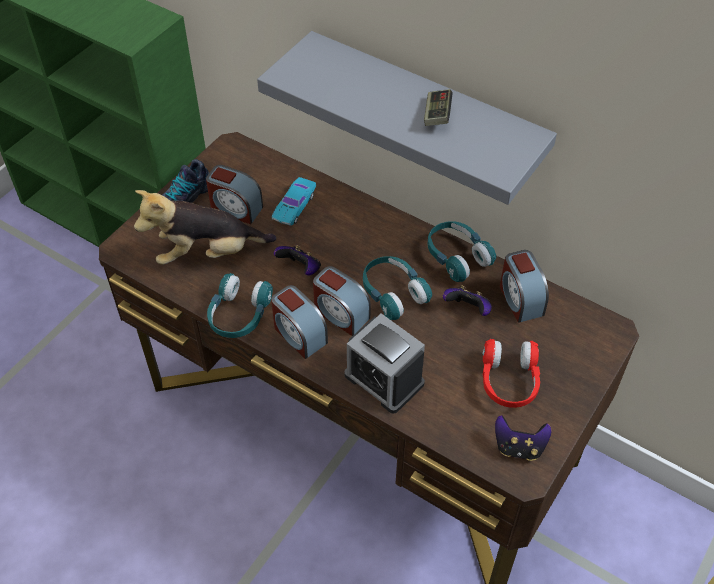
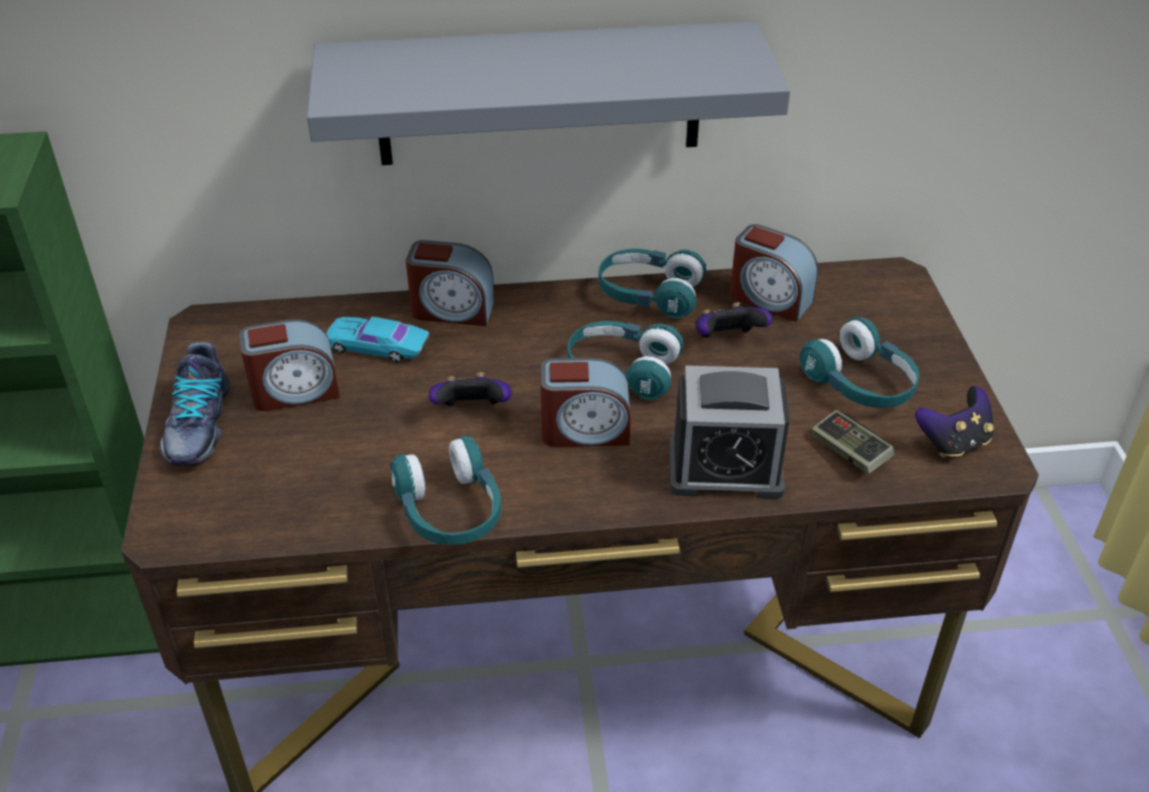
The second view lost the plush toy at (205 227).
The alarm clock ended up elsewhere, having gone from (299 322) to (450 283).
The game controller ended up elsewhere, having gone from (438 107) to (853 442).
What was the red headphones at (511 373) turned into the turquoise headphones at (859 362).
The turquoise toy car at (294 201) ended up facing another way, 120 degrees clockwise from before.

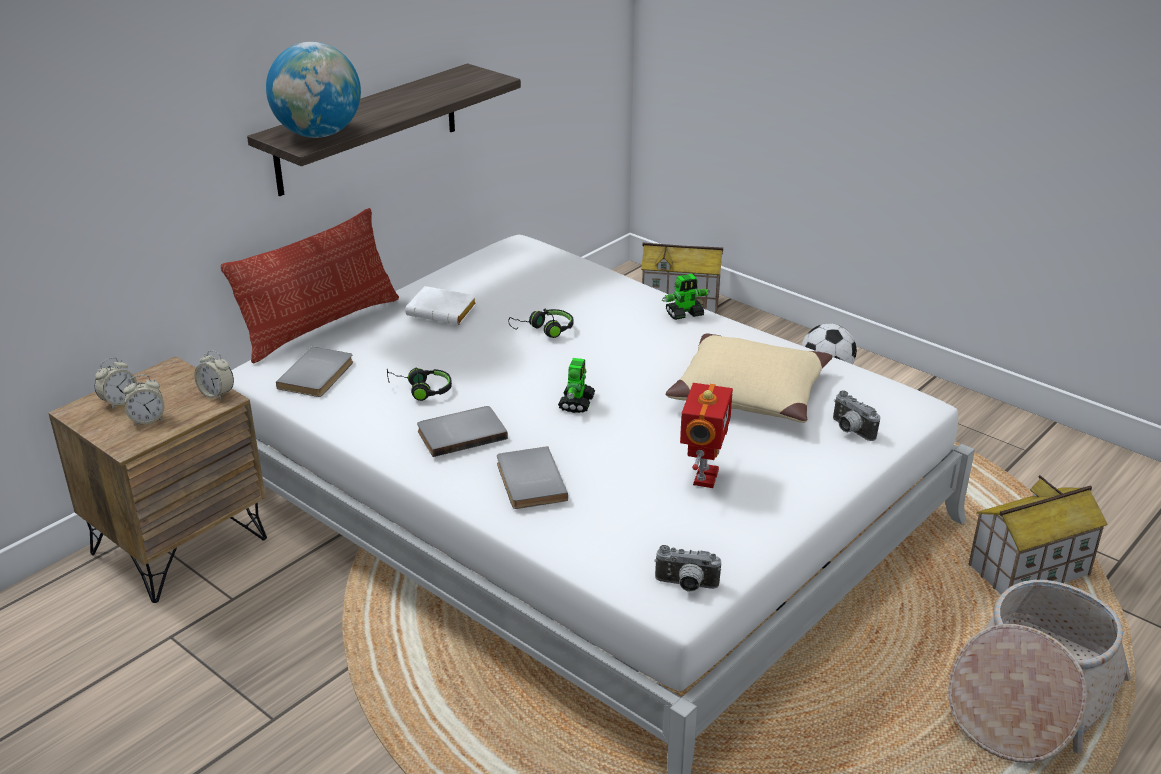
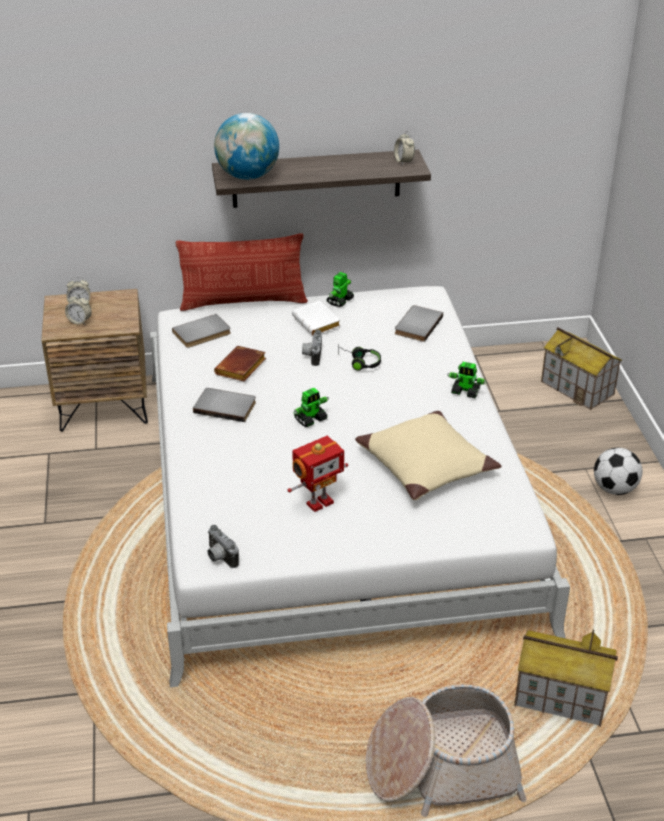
The second view gained the toy robot at (340 289).
The alarm clock ended up elsewhere, having gone from (214 375) to (404 148).
The grey book ended up elsewhere, having gone from (532 477) to (419 323).
The photo camera ended up elsewhere, having gone from (856 416) to (312 348).
Where the black headphones stood at (419 384), the brown book came to stand at (240 363).

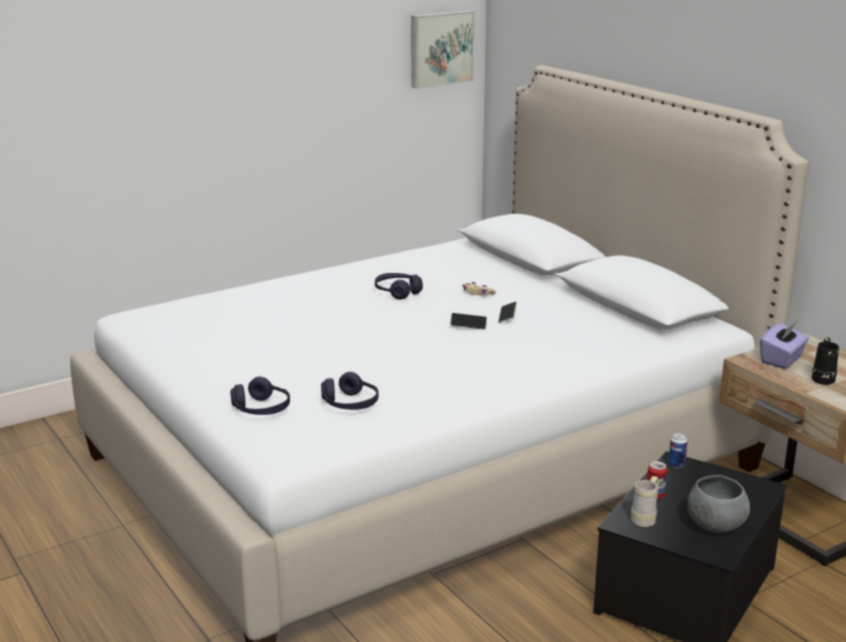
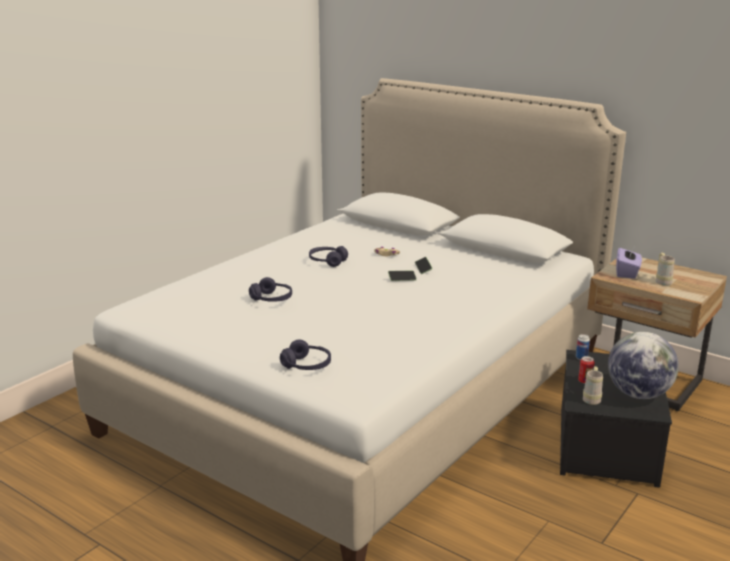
The second view lost the picture at (443 49).
The purple headphones ended up elsewhere, having gone from (350 391) to (270 289).
Where the grey bowl stood at (719 503), the globe came to stand at (643 365).
What was the black mug at (825 361) turned into the beige mug at (665 269).

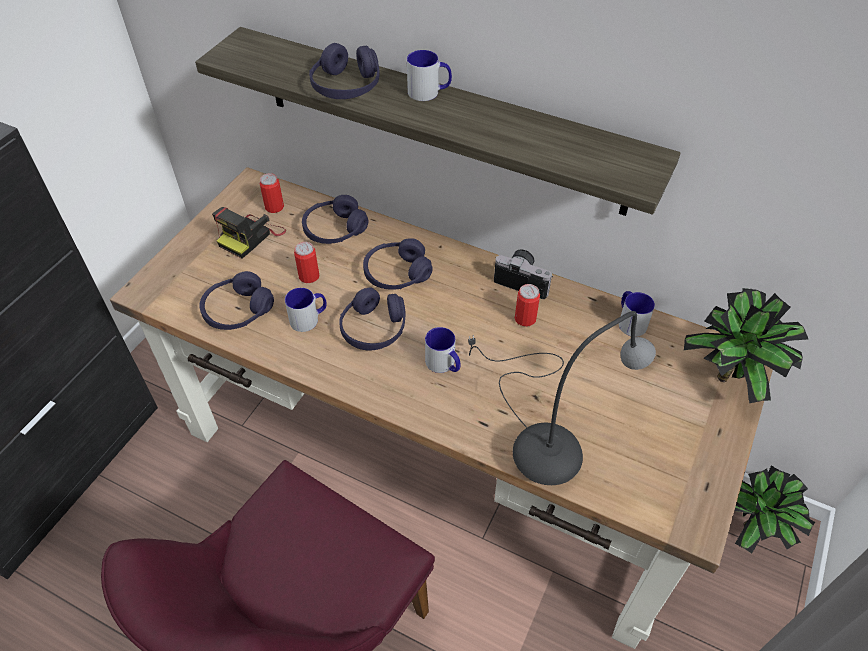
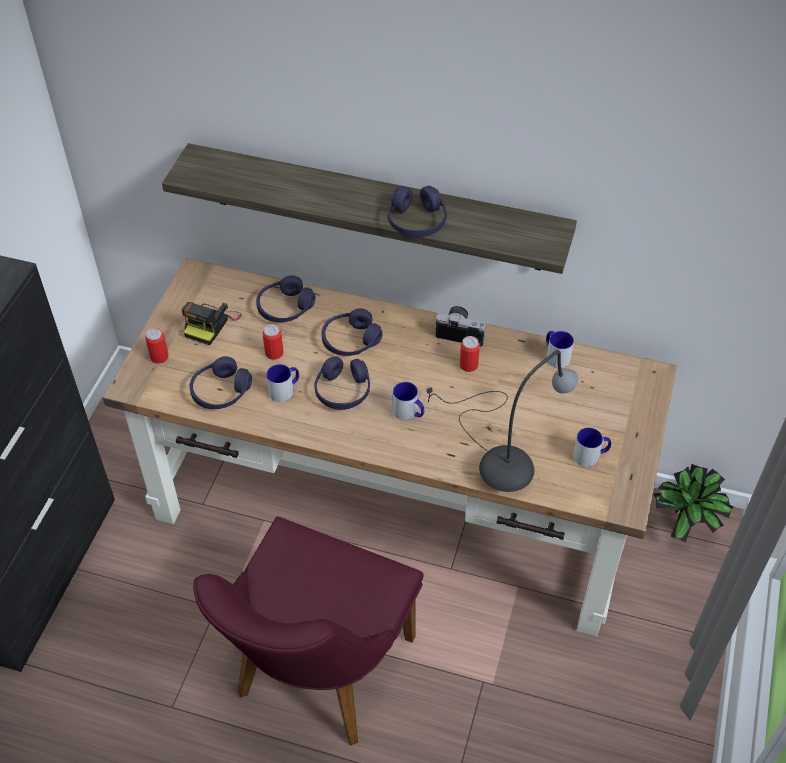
The second view lost the potted plant at (746 345).
The can ended up elsewhere, having gone from (271 193) to (157 346).
The purple headphones ended up elsewhere, having gone from (344 71) to (417 212).
The mug ended up elsewhere, having gone from (429 75) to (592 447).

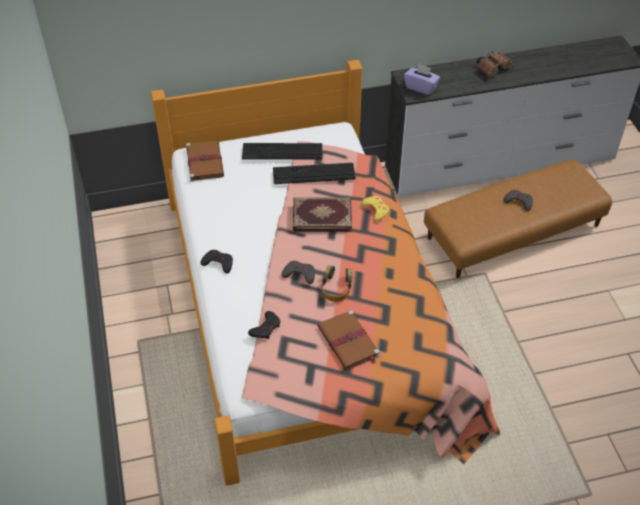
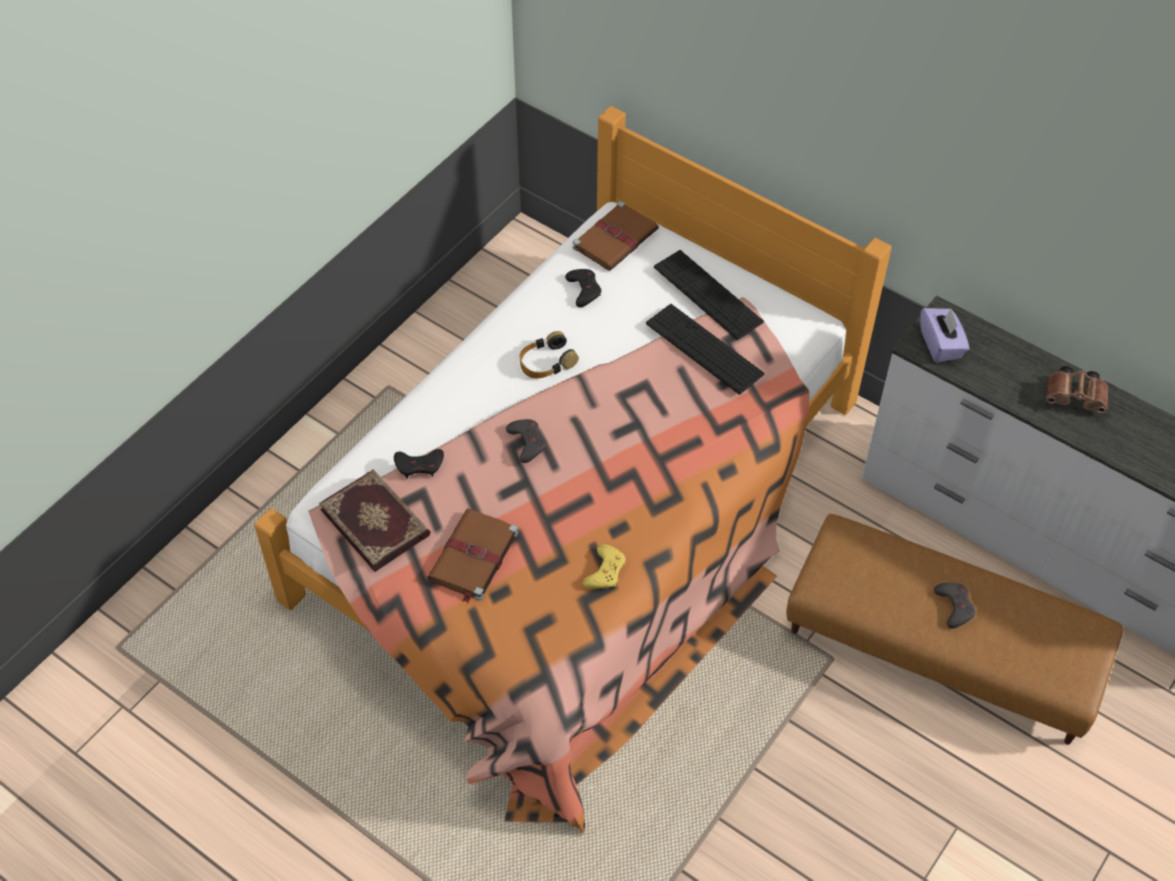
The black game controller ended up elsewhere, having gone from (216 261) to (583 288).
The book ended up elsewhere, having gone from (322 215) to (375 520).
The headphones ended up elsewhere, having gone from (336 283) to (549 355).
The yellow game controller ended up elsewhere, having gone from (375 209) to (604 566).

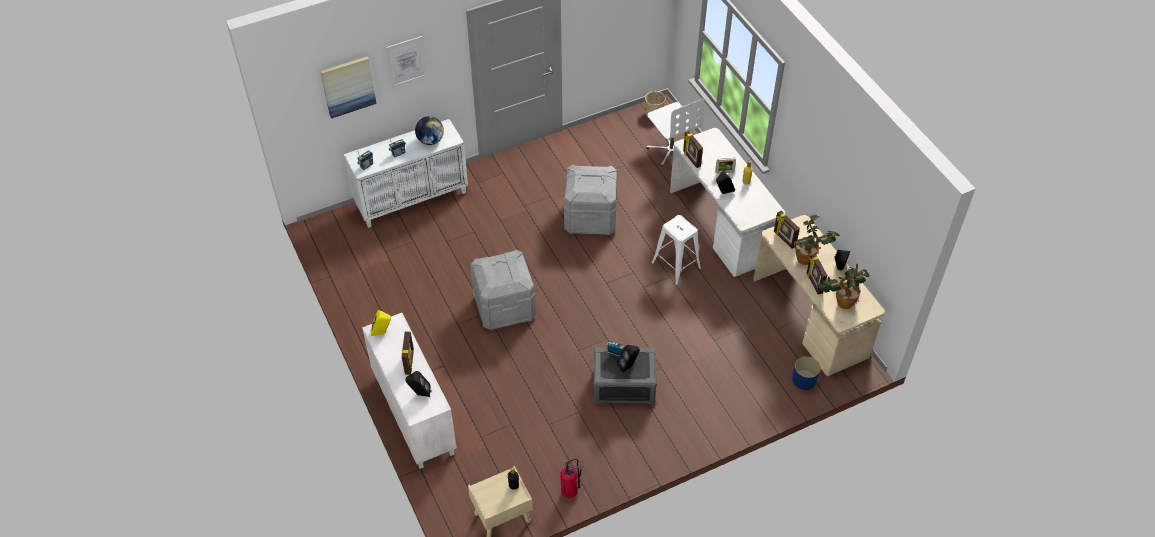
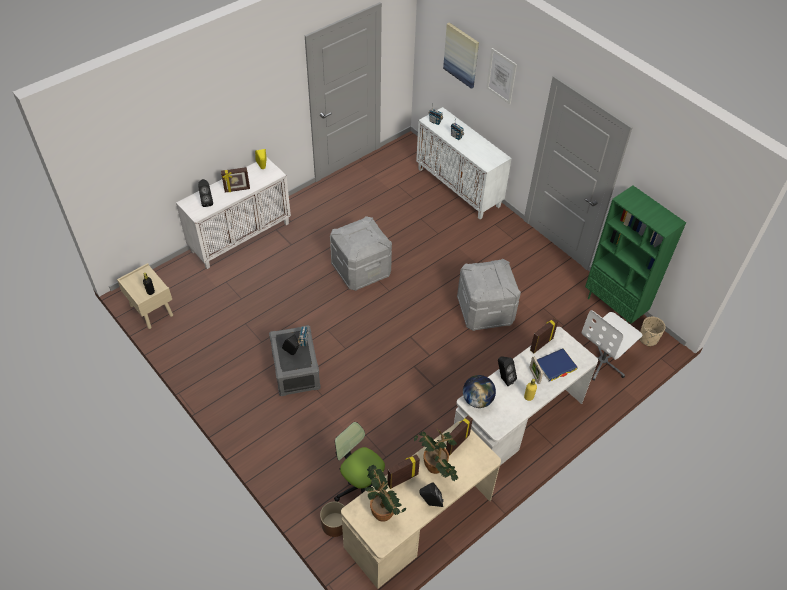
The second view lost the fire extinguisher at (571 478).
The second view lost the white stool at (676 250).
The second view gained the office chair at (359 462).
The second view gained the blue book at (557 365).
The second view gained the green bookcase at (635 255).
The globe ended up elsewhere, having gone from (429 130) to (479 391).
What was the blue planter at (806 373) turned into the brown planter at (332 519).

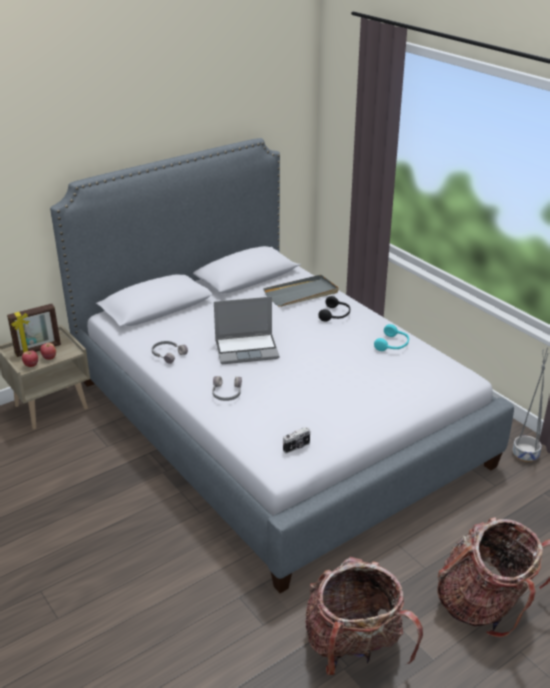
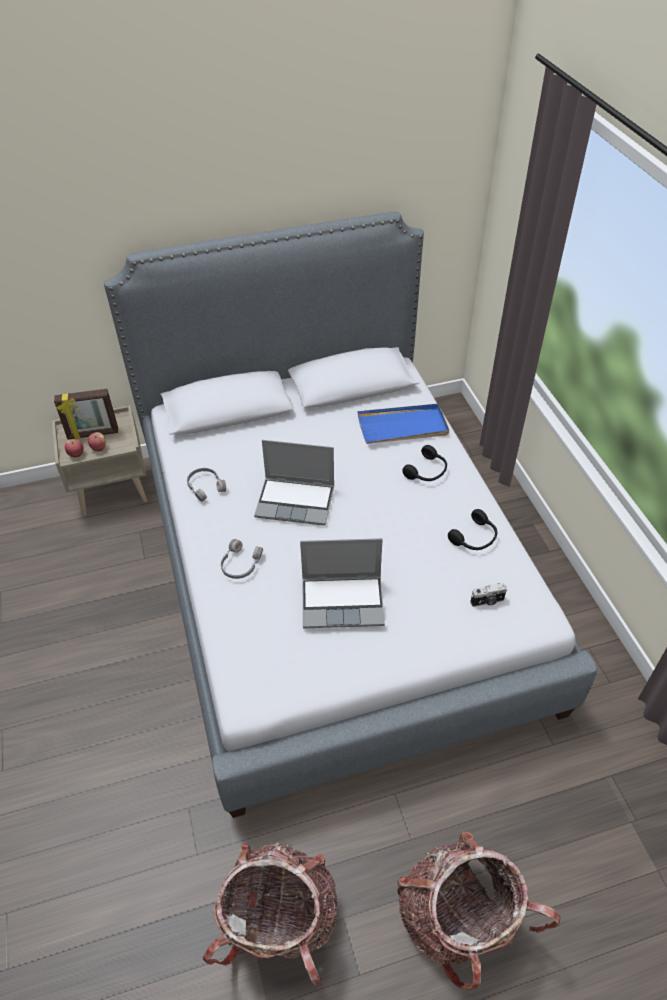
The second view lost the grey planter at (530 405).
The second view gained the laptop at (342 583).
The photo camera ended up elsewhere, having gone from (297 440) to (488 595).
What was the grey tray at (301 291) turned into the blue tray at (403 424).
What was the turquoise headphones at (391 337) turned into the black headphones at (472 529).

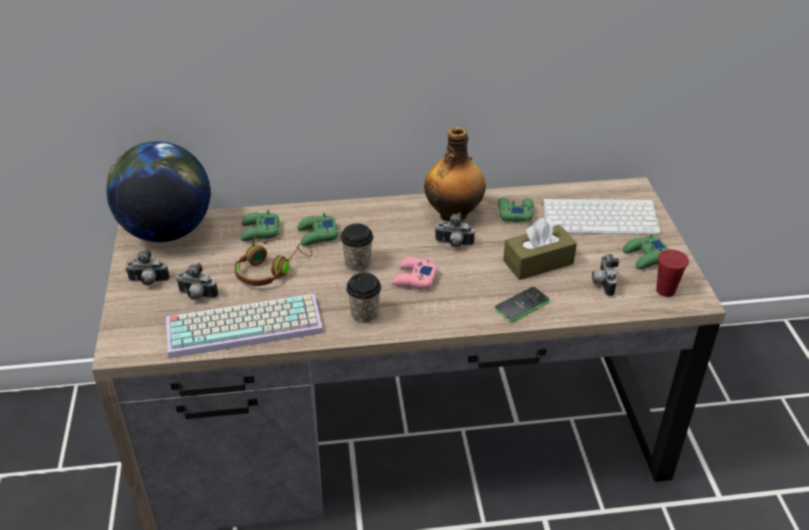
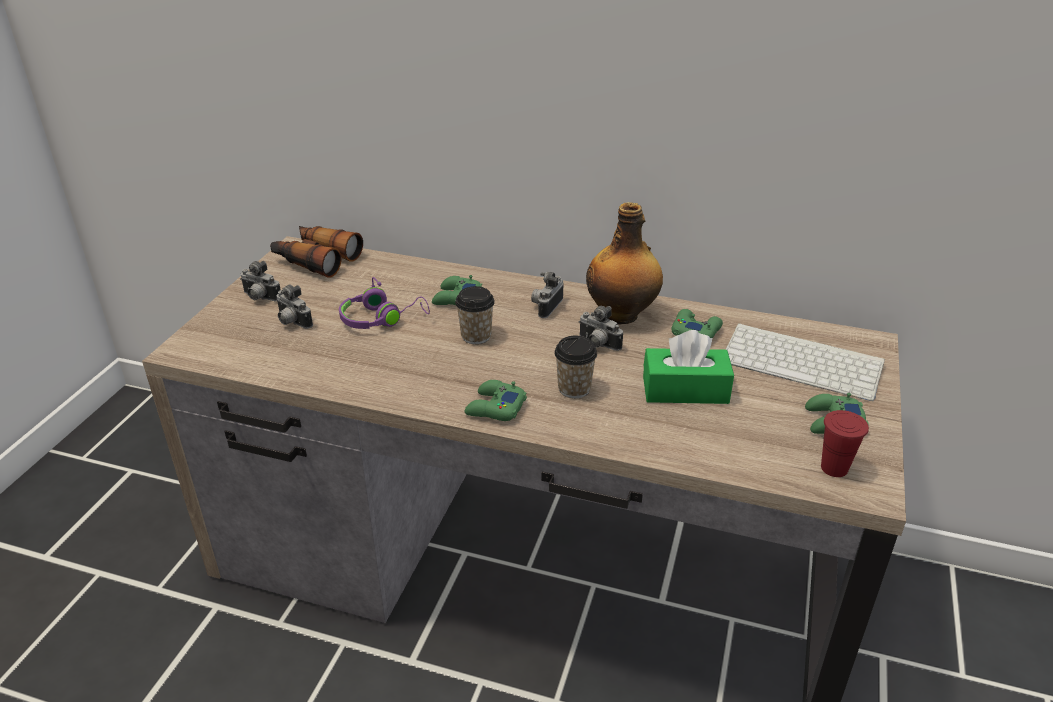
The second view lost the keyboard at (245 326).
The second view lost the pink game controller at (415 273).
The second view lost the phone at (522 304).
The green game controller ended up elsewhere, having gone from (260 225) to (495 400).
The cup ended up elsewhere, having gone from (363 298) to (575 367).
The photo camera ended up elsewhere, having gone from (605 275) to (547 295).
Where the globe stood at (158 191), the binoculars came to stand at (316 252).
What was the brown headphones at (273 262) turned into the purple headphones at (384 303).
What was the brown tissue box at (540 249) turned into the green tissue box at (688 367).

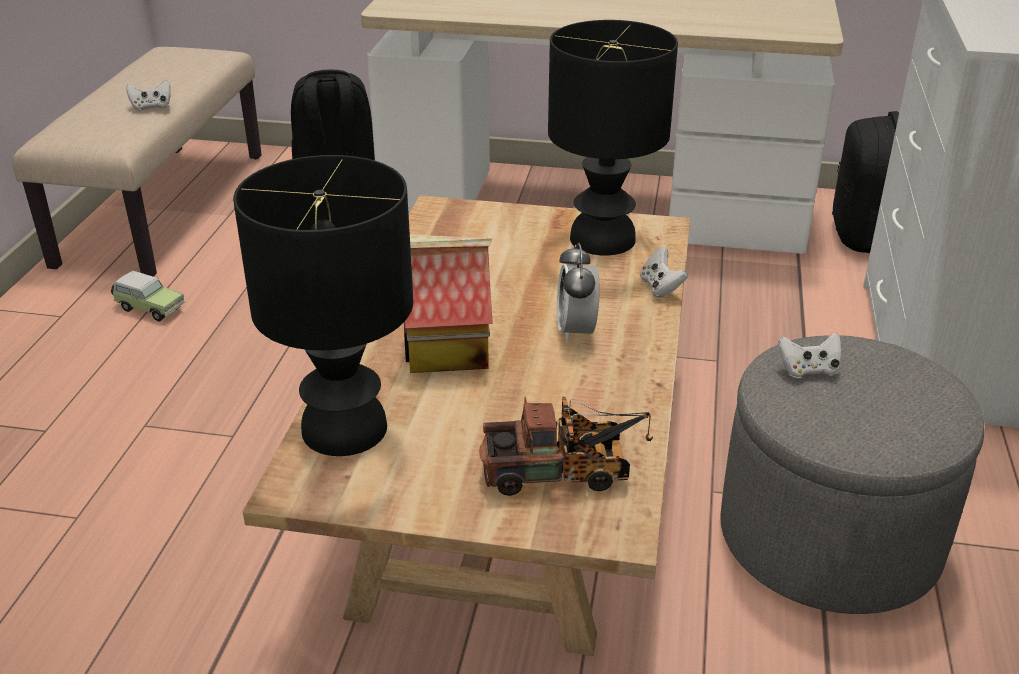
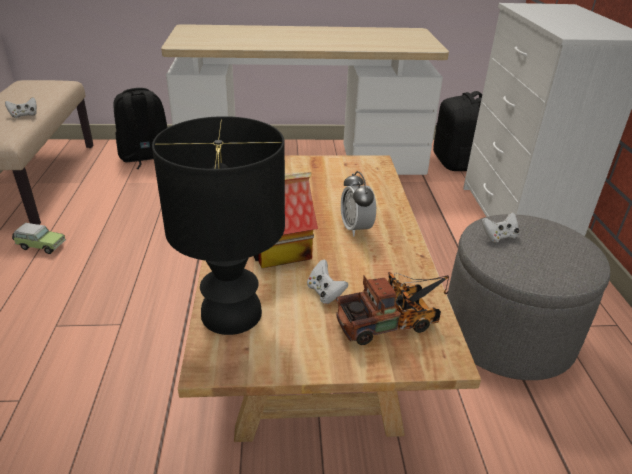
The second view lost the black table lamp at (613 138).
The white game controller ended up elsewhere, having gone from (664 272) to (327 281).

